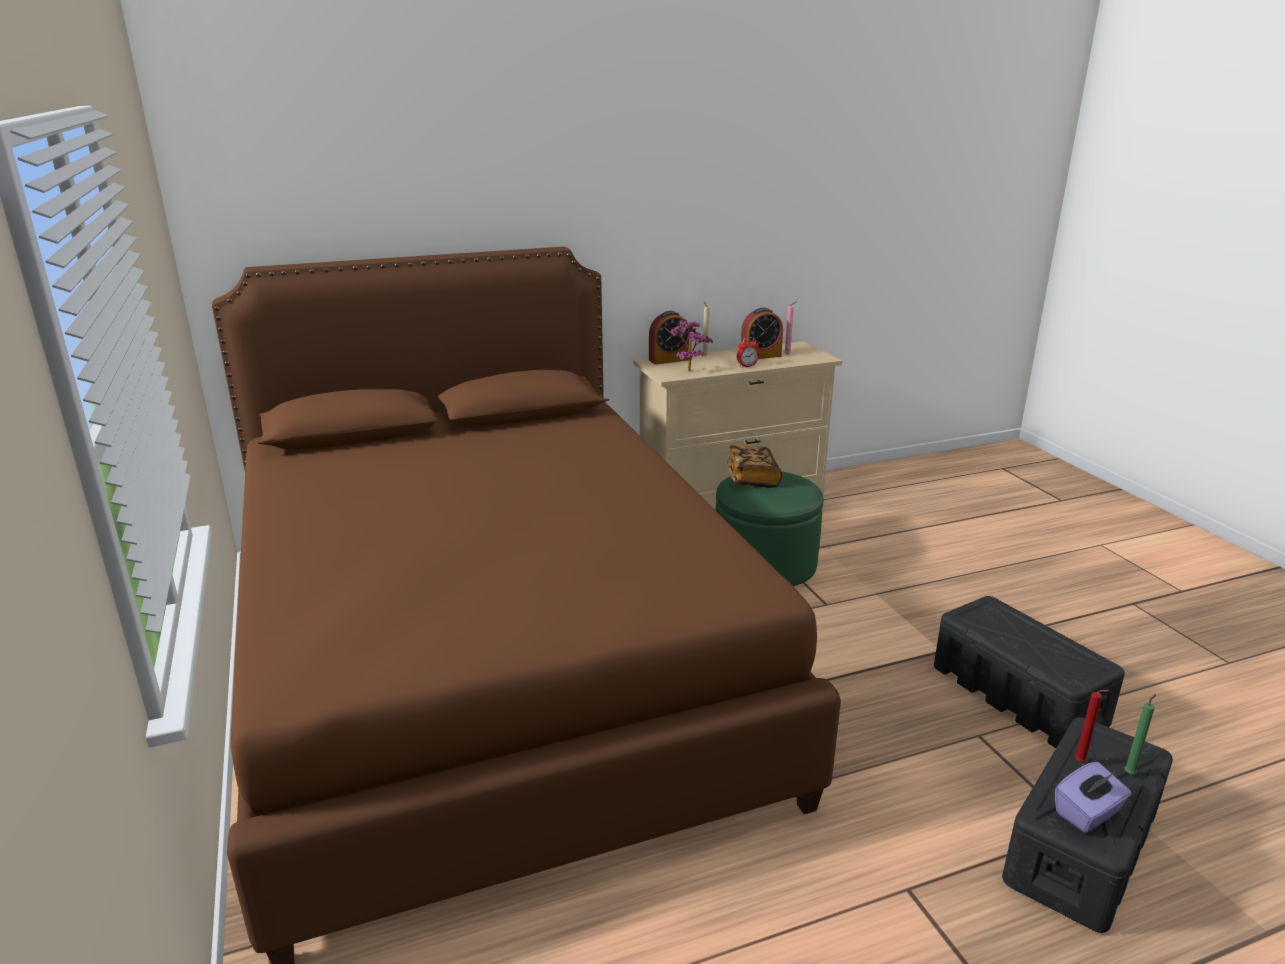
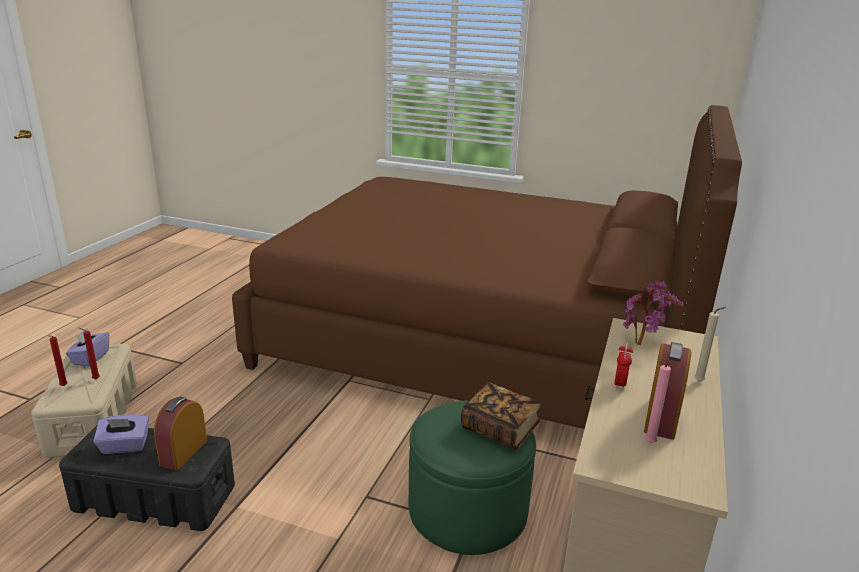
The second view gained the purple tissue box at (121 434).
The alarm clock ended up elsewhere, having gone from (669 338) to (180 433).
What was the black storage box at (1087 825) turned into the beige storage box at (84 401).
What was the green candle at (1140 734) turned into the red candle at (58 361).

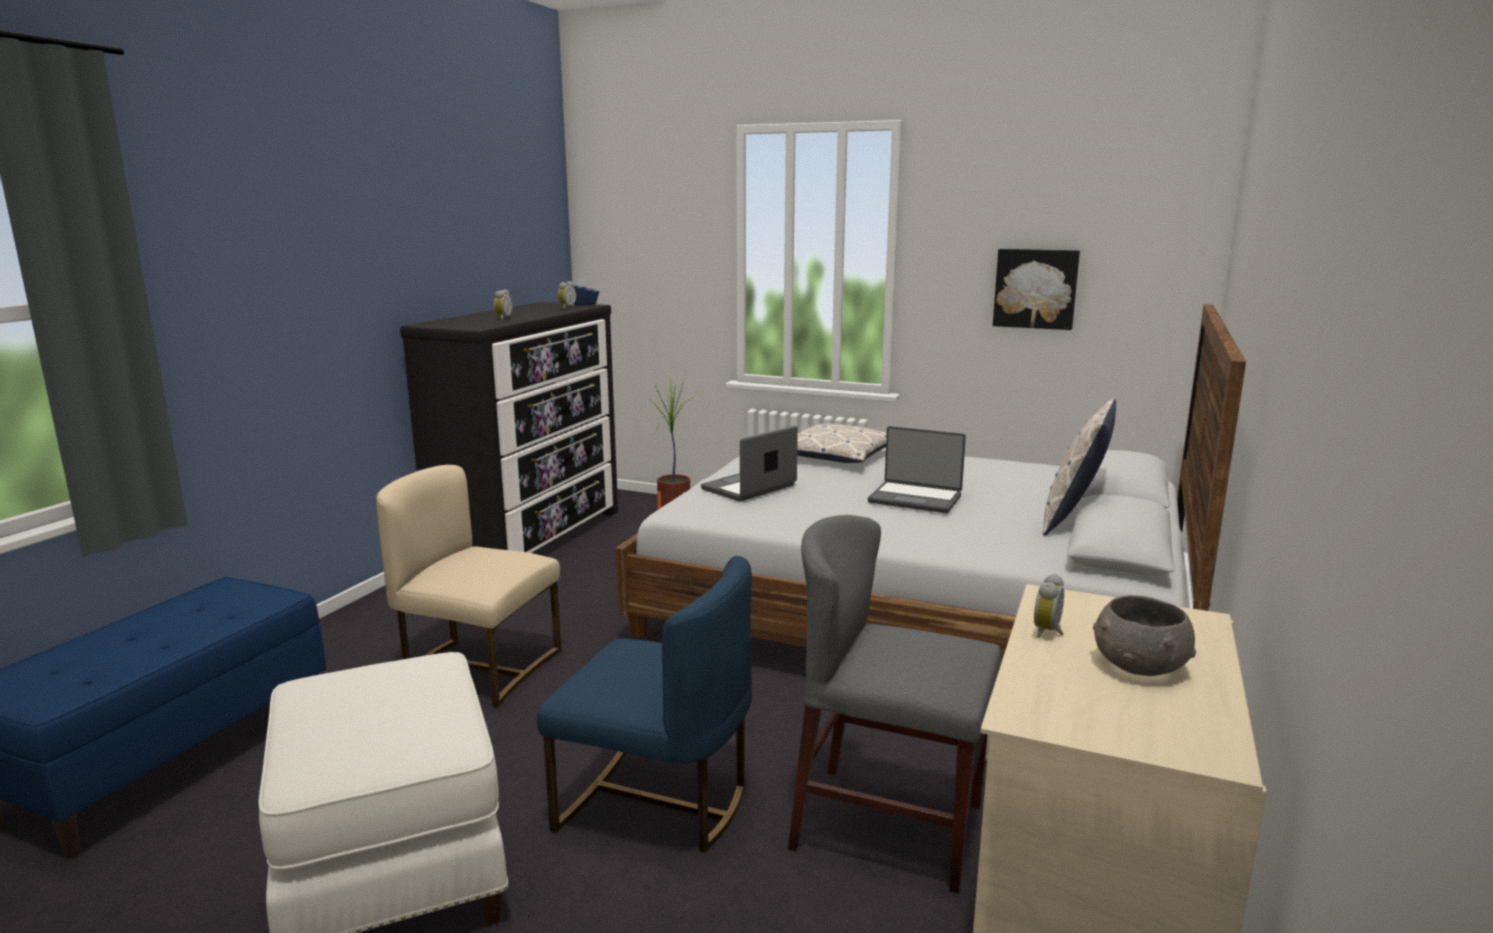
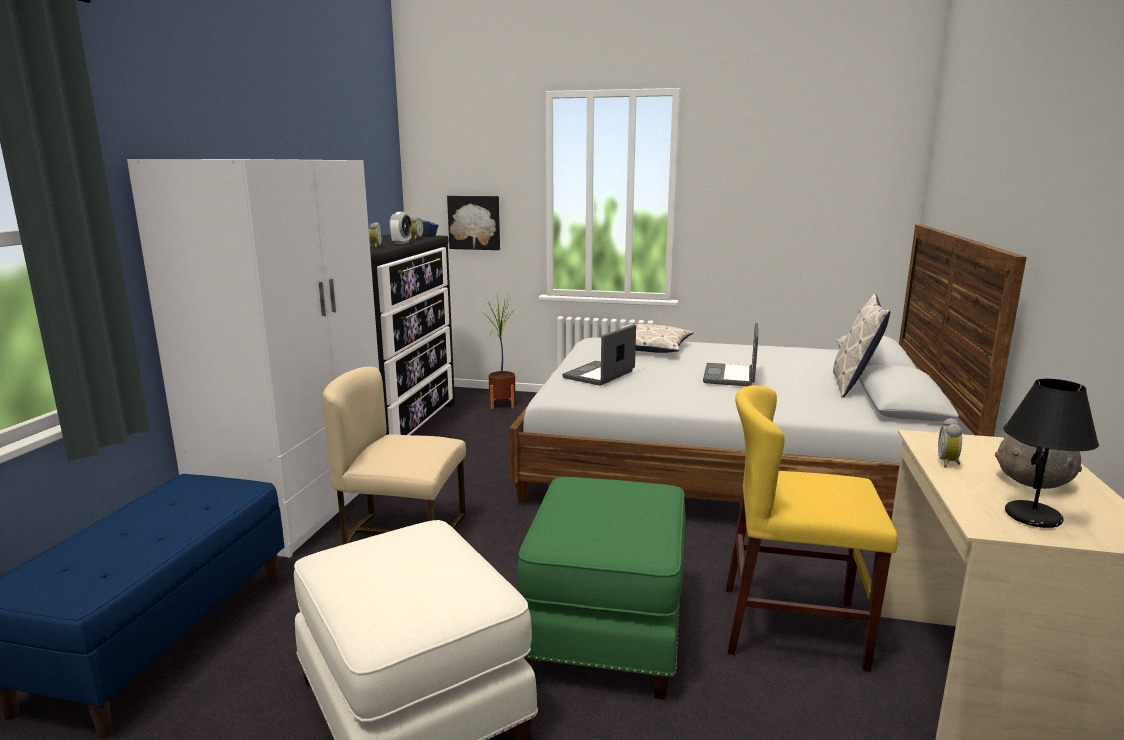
The second view gained the white wardrobe at (253 358).
The second view gained the alarm clock at (400 228).
The second view gained the black table lamp at (1051 453).
The picture ended up elsewhere, having gone from (1036 289) to (473 223).
Where the blue chair stood at (644 704), the green ottoman came to stand at (601 588).
What was the grey chair at (894 704) turned into the yellow chair at (812 528).
The laptop at (917 469) ended up facing another way, 90 degrees clockwise from before.

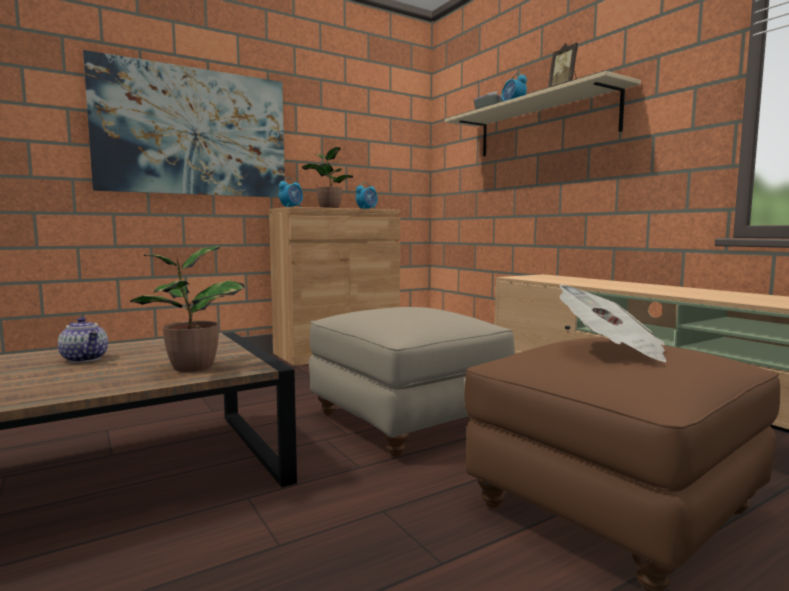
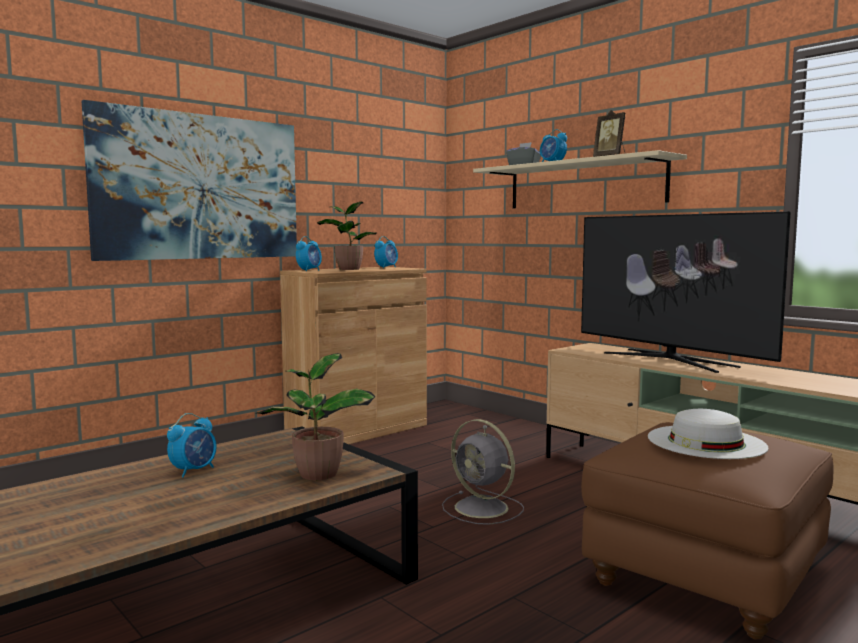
The second view gained the television at (686 292).
Where the teapot stood at (83 340), the alarm clock came to stand at (192 445).
Where the beige ottoman stood at (412 382), the grey fan came to stand at (483 472).
Where the newspaper stood at (612 323), the white hat came to stand at (708 434).

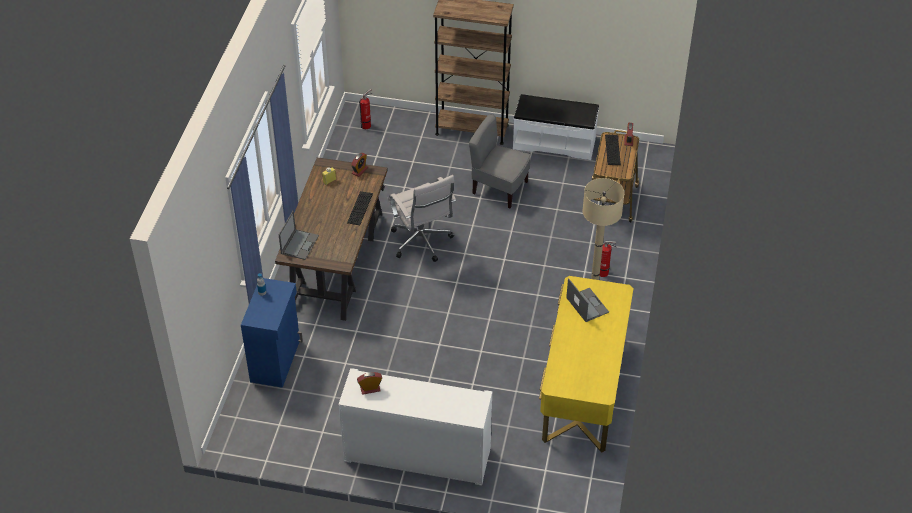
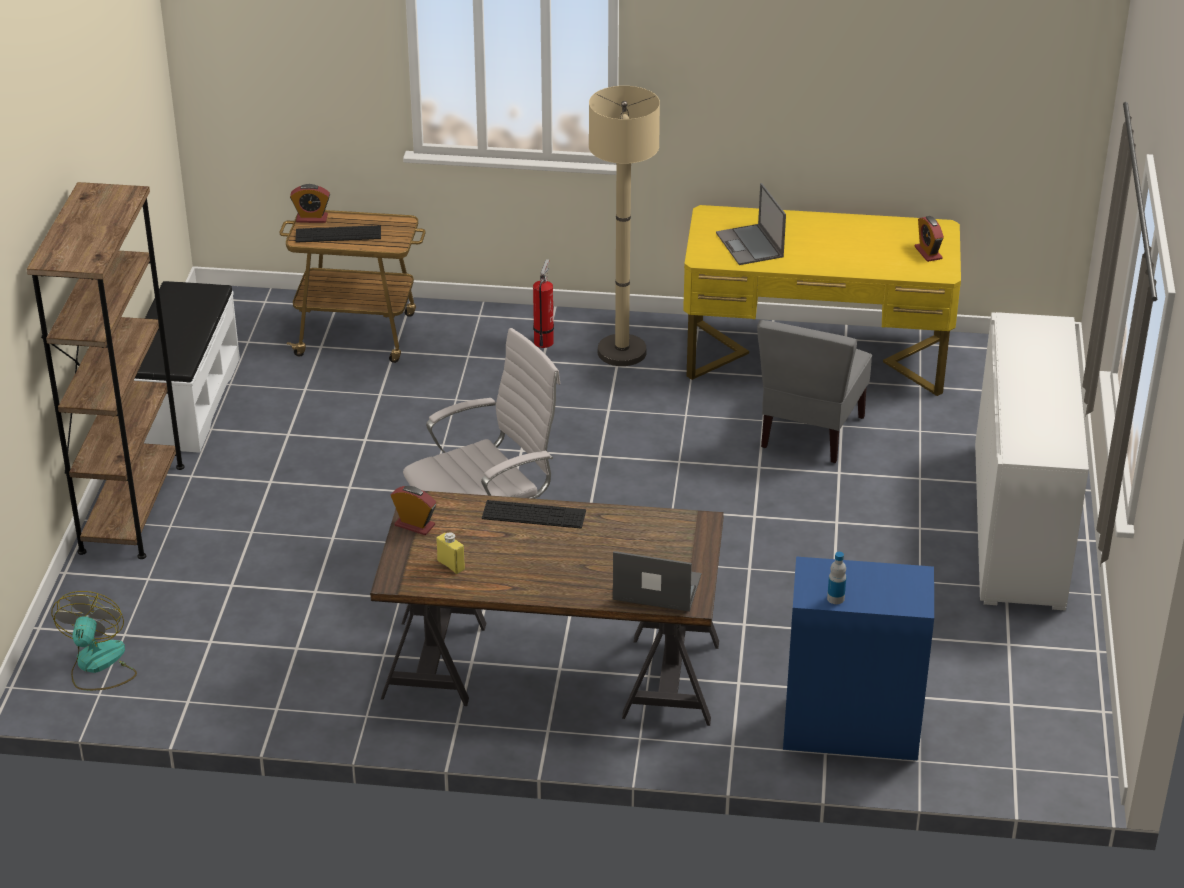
The alarm clock ended up elsewhere, having gone from (369 383) to (929 239).
The grey chair ended up elsewhere, having gone from (500 161) to (814 391).
Where the fire extinguisher stood at (365 109), the fan came to stand at (94 641).
The laptop at (587 300) ended up facing another way, 75 degrees counterclockwise from before.

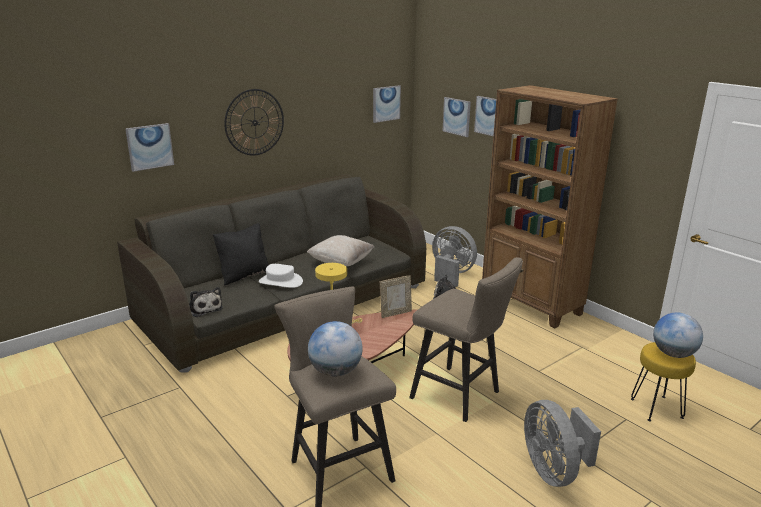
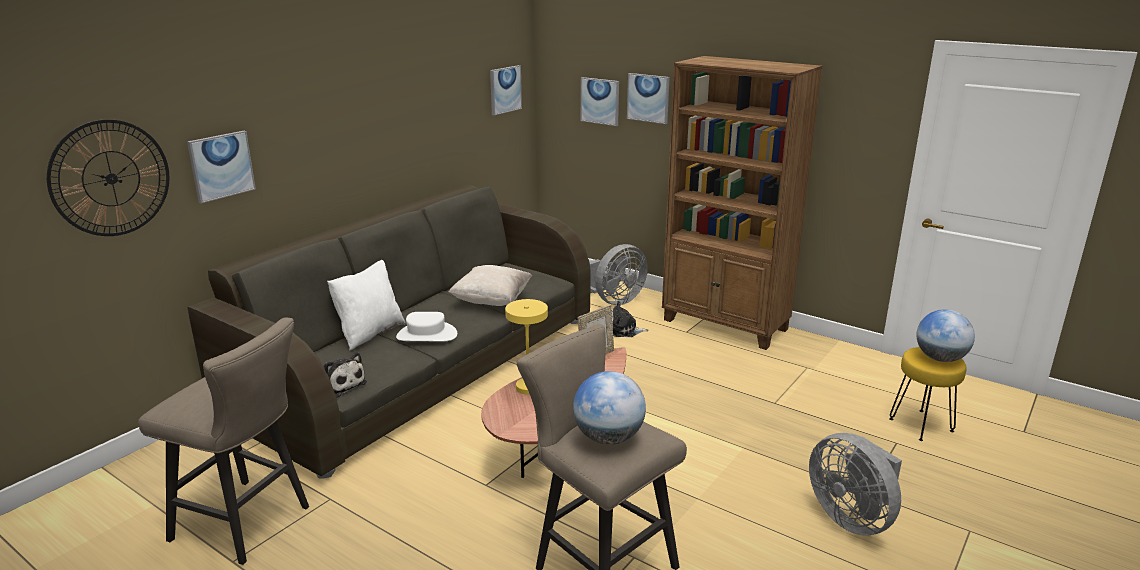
The wall clock ended up elsewhere, having gone from (254 122) to (108 177).
The beige stool ended up elsewhere, having gone from (466 339) to (223 441).
What was the black pillow at (241 254) turned into the white pillow at (366 305).
The grey fan at (454 256) ended up facing another way, 120 degrees clockwise from before.

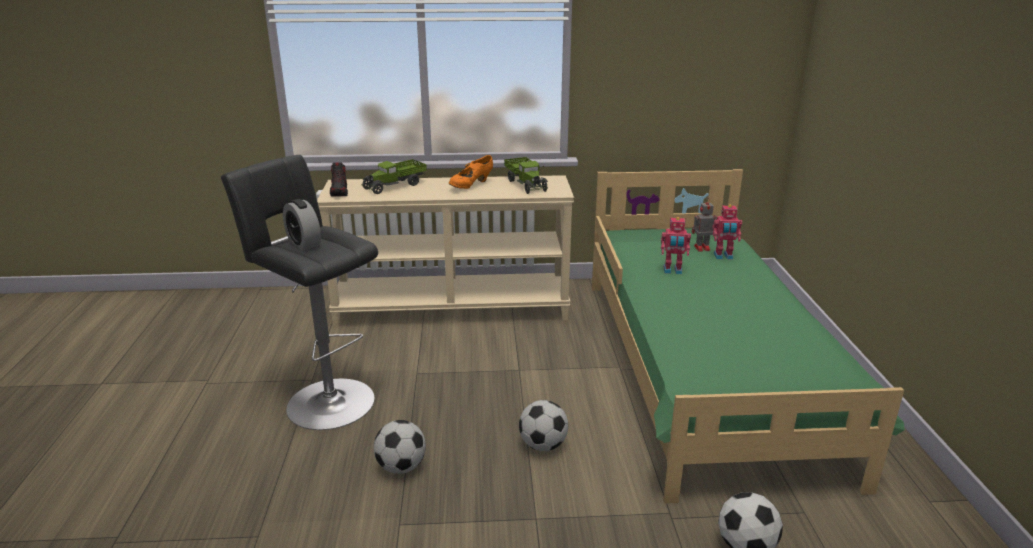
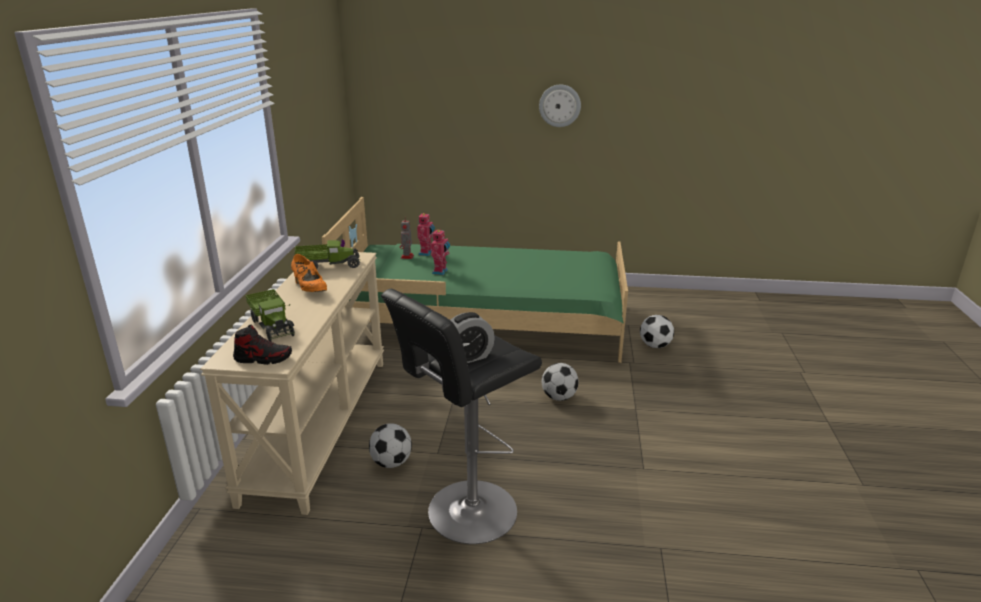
The second view gained the wall clock at (560 106).
The football ended up elsewhere, having gone from (400 447) to (390 445).

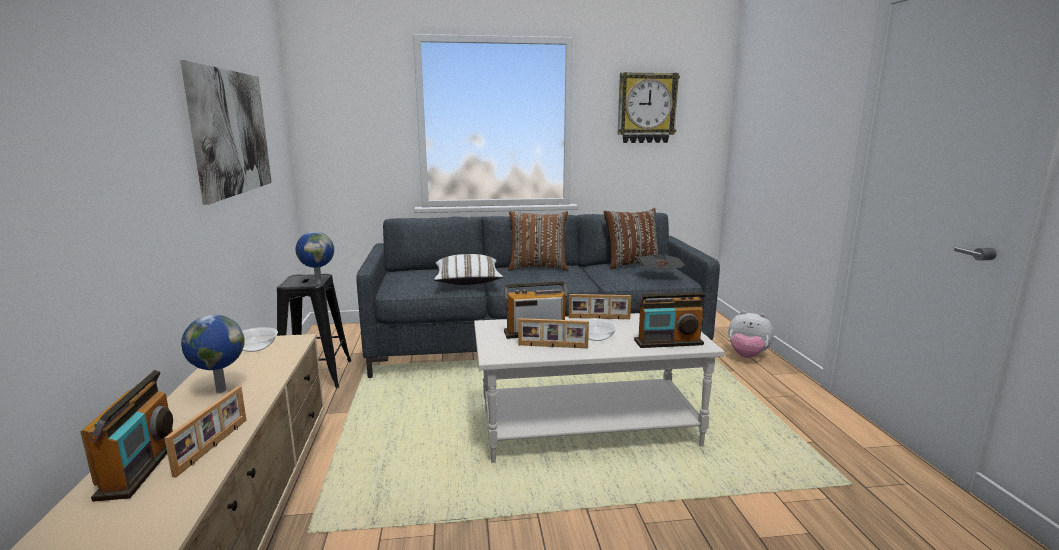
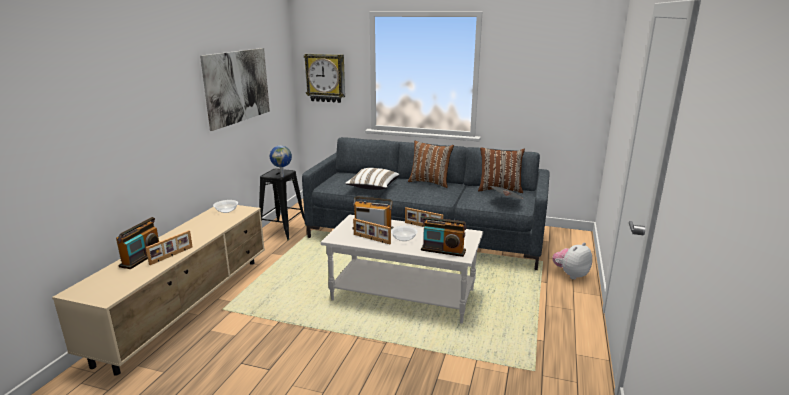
The second view lost the globe at (213 354).
The wall clock ended up elsewhere, having gone from (648 107) to (324 78).
The plush toy at (751 334) ended up facing another way, 90 degrees clockwise from before.

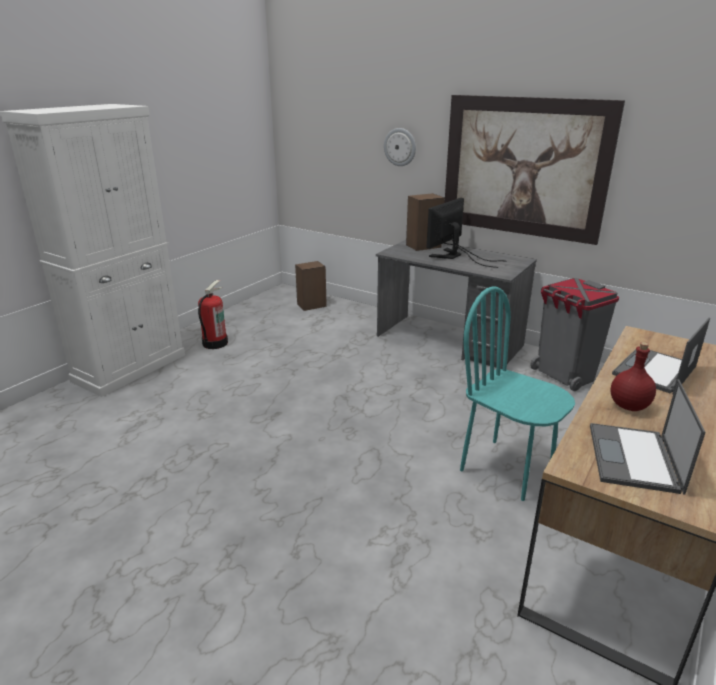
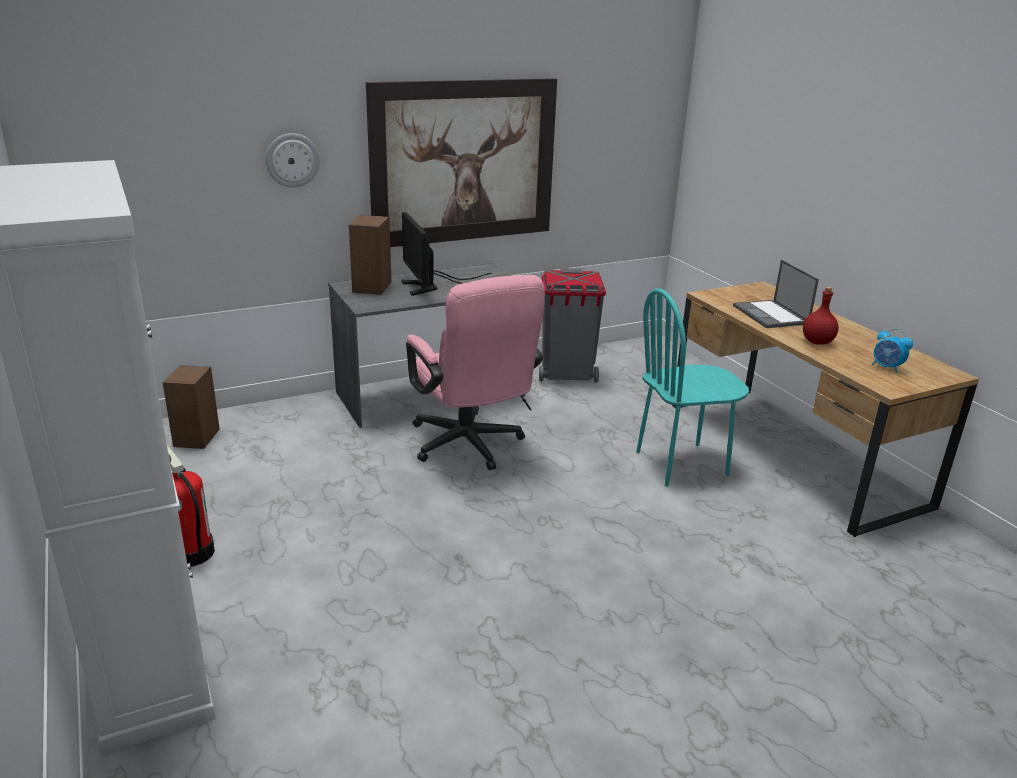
The second view gained the pink office chair at (475 372).
Where the laptop stood at (648 437), the alarm clock came to stand at (892 350).

